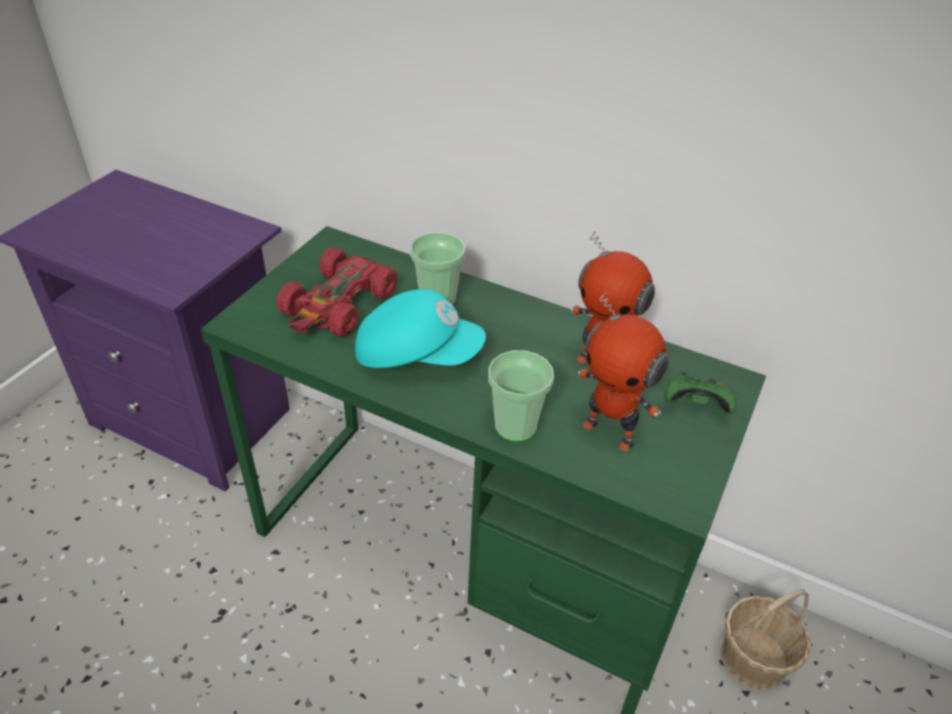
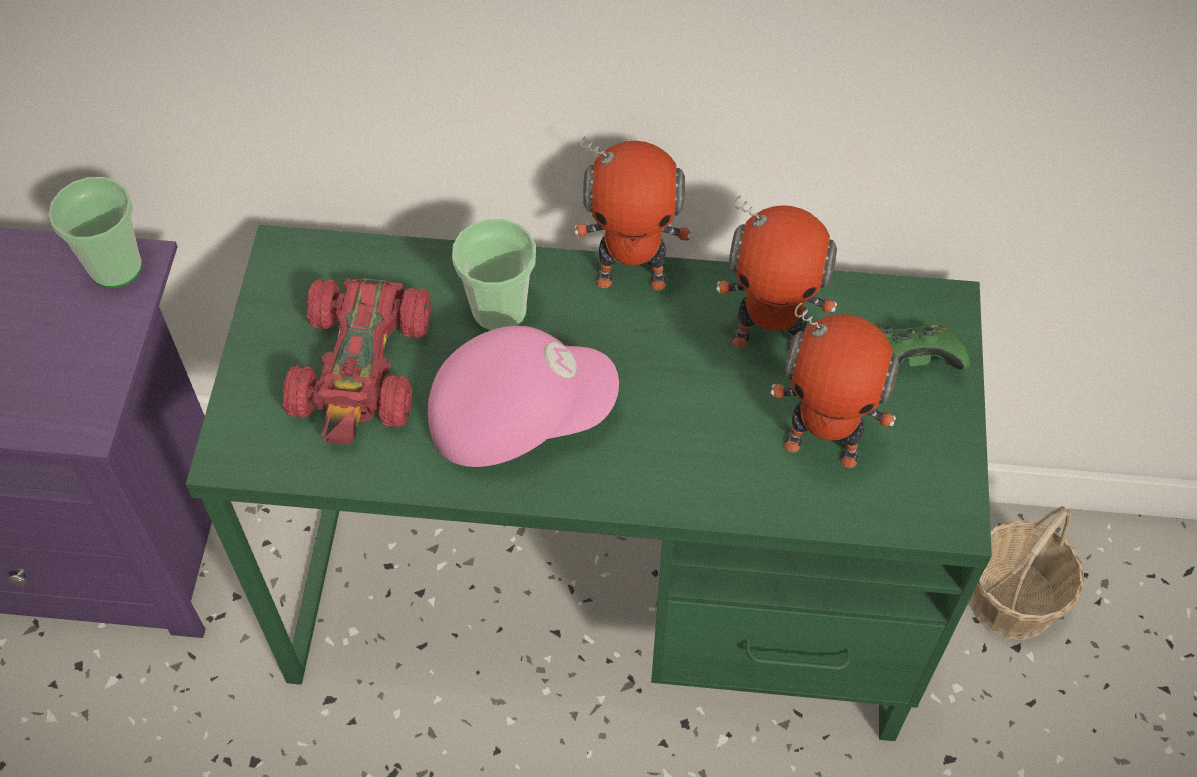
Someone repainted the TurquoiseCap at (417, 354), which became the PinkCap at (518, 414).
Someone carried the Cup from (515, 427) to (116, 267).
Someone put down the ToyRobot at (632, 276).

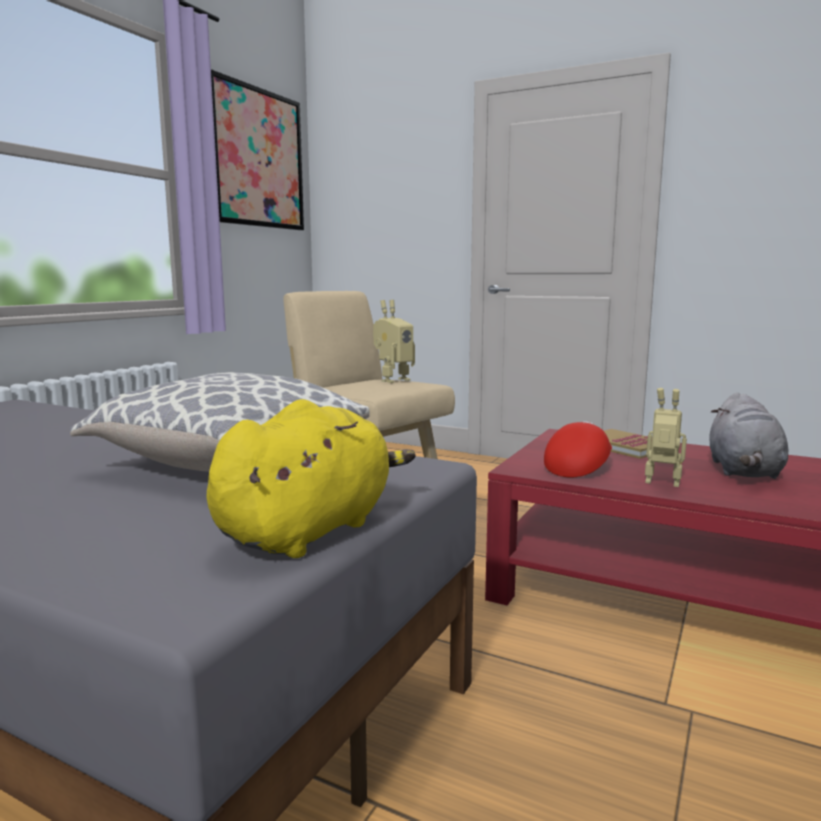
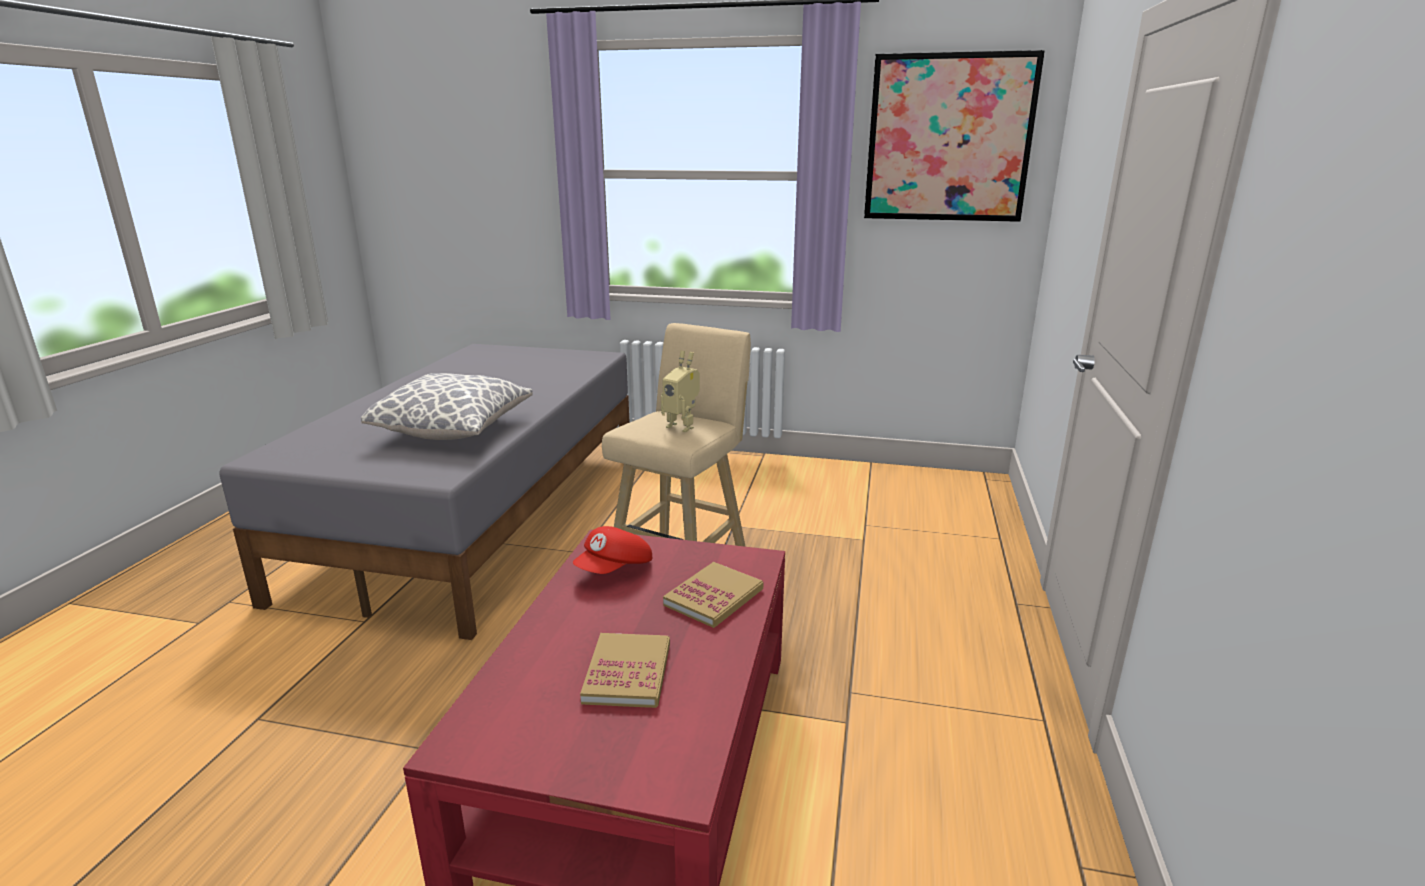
Someone took away the ToyRobot at (662, 484).
Someone swapped the GreyPlushToy at (743, 471) for the Book at (627, 673).
Someone took away the YellowPlushToy at (311, 530).
Someone rotated the RedCap at (578, 467) by 105 degrees clockwise.

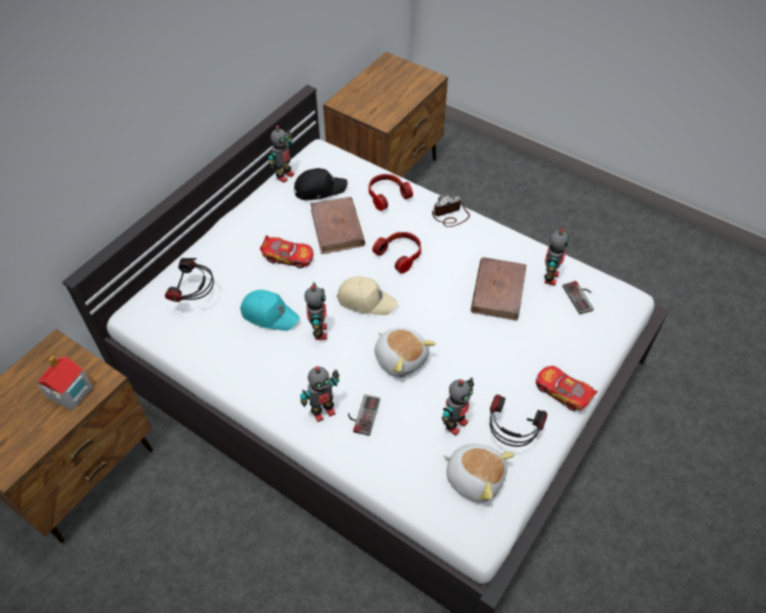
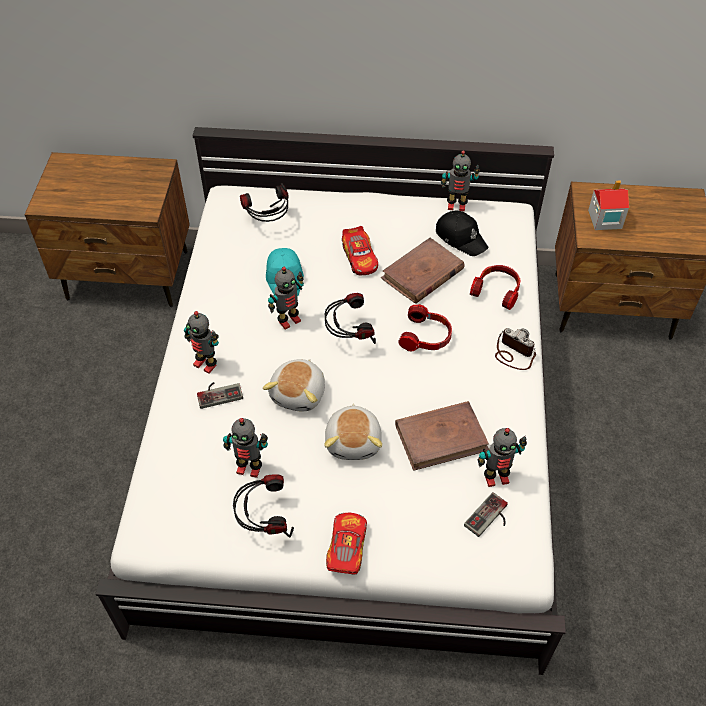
Someone swapped the BeigeCap at (366, 300) for the Headphones at (349, 336).
Someone carried the ToyHouse from (70, 393) to (604, 219).
Someone carried the PlushToy from (475, 477) to (354, 441).

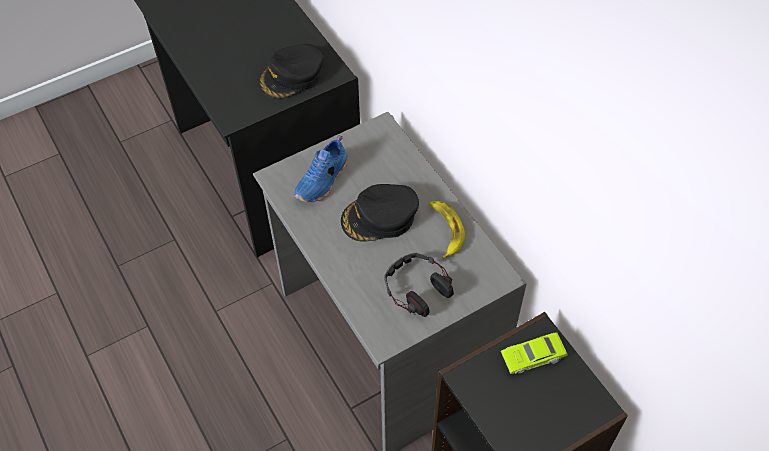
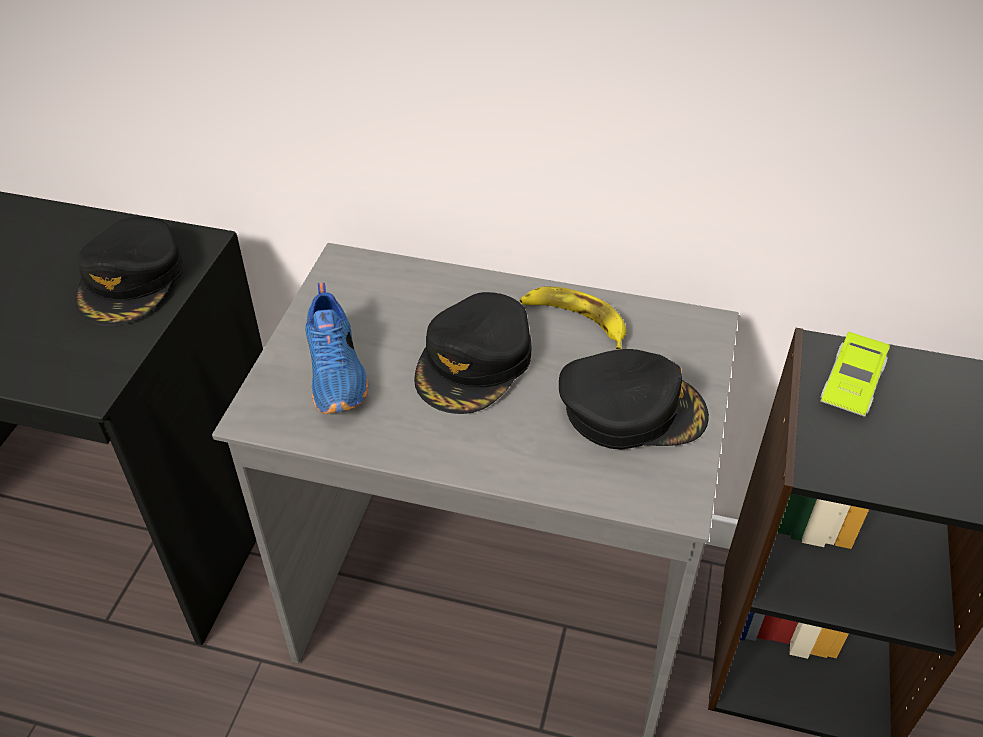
Someone swapped the Headphones at (417, 288) for the BlackCap at (632, 409).

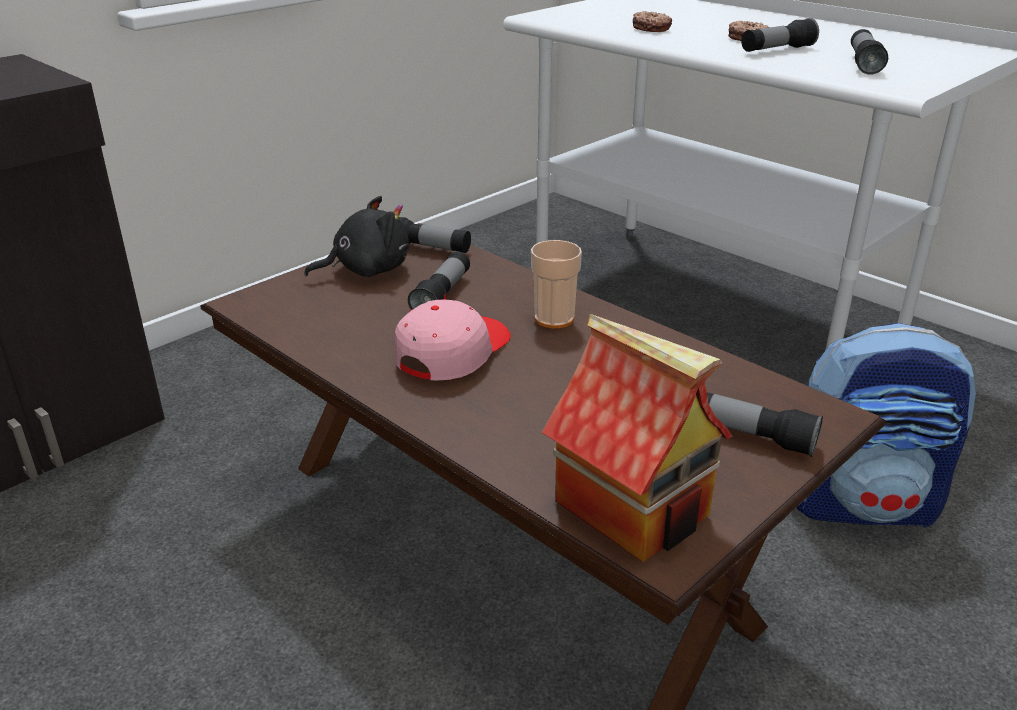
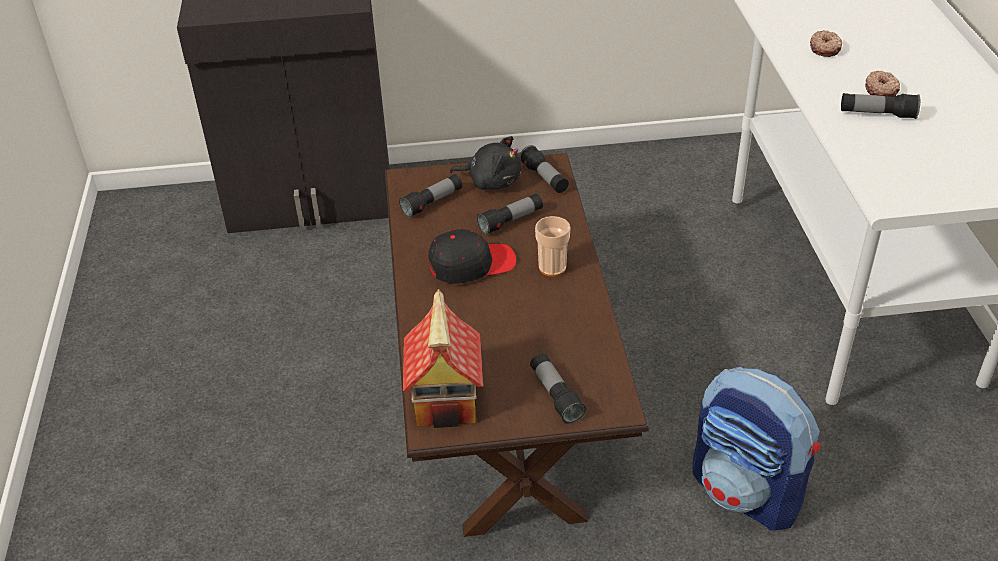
Someone carried the Flashlight from (864, 63) to (432, 203).
Someone repainted the PinkCap at (453, 352), which became the BlackCap at (471, 264).

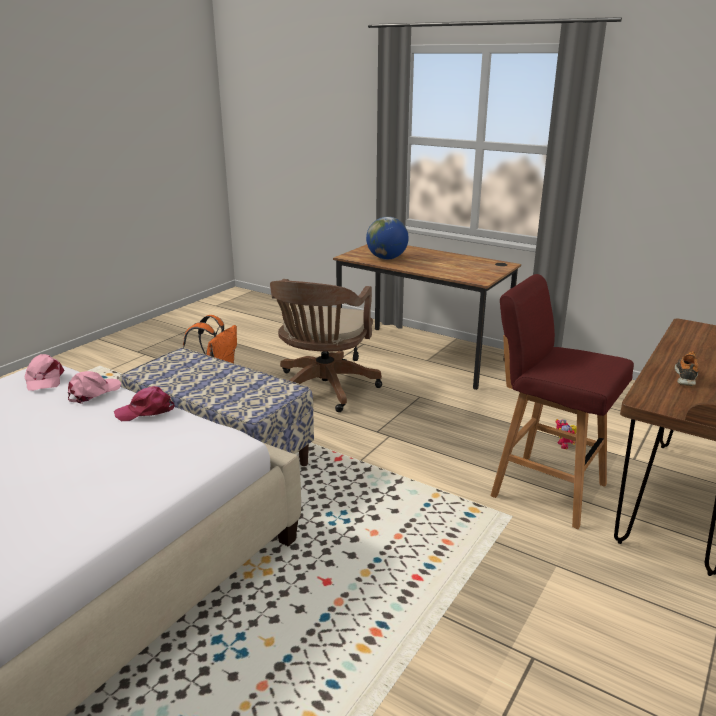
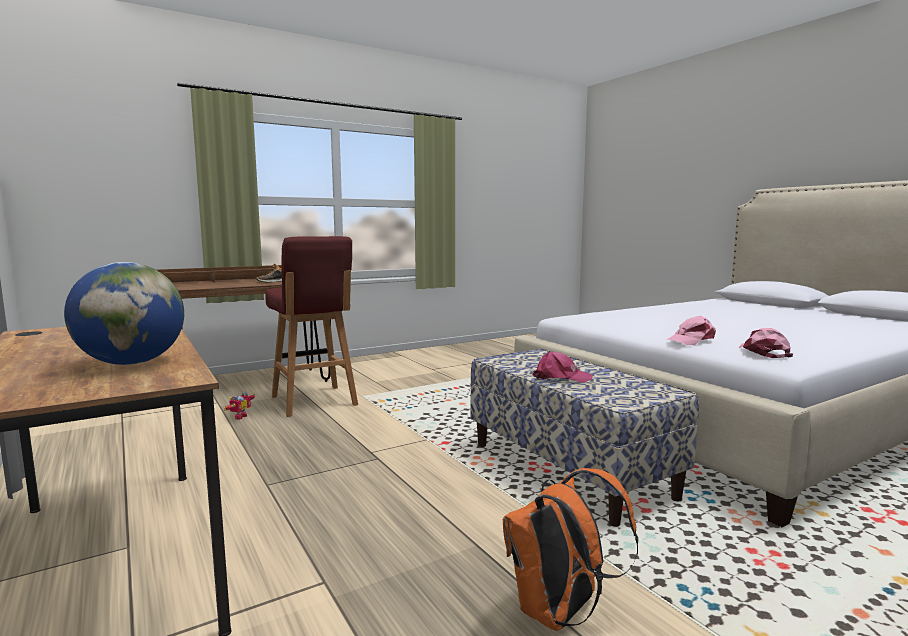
Someone took away the BrownOfficeChair at (323, 389).
Someone carried the PinkCap from (146, 411) to (561, 377).

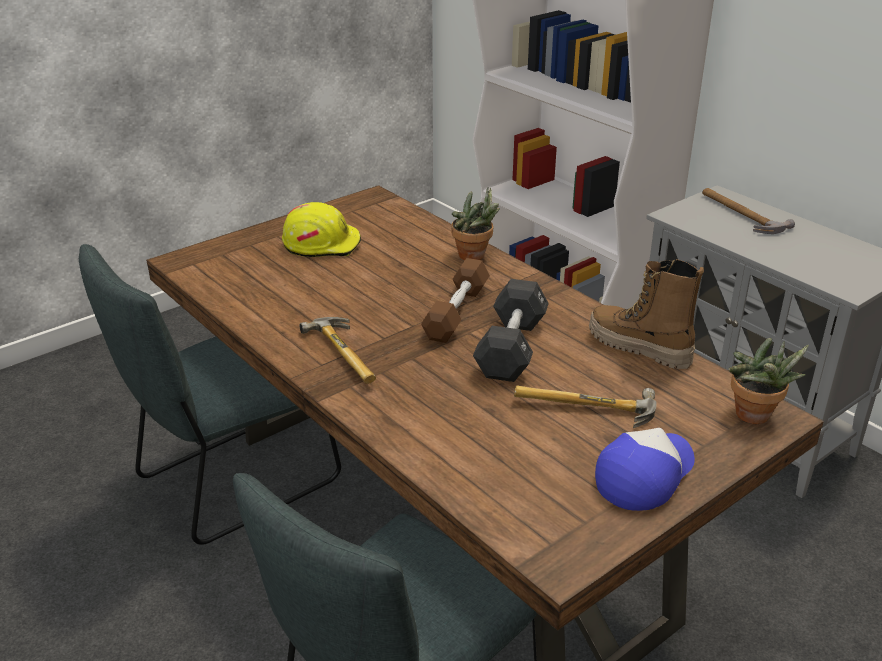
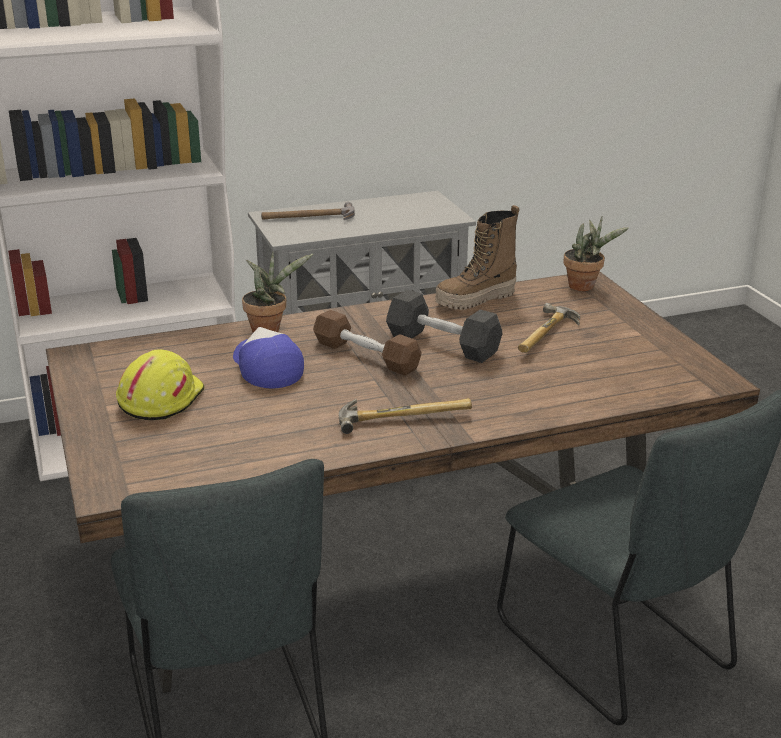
Someone carried the Cap from (644, 475) to (266, 368).

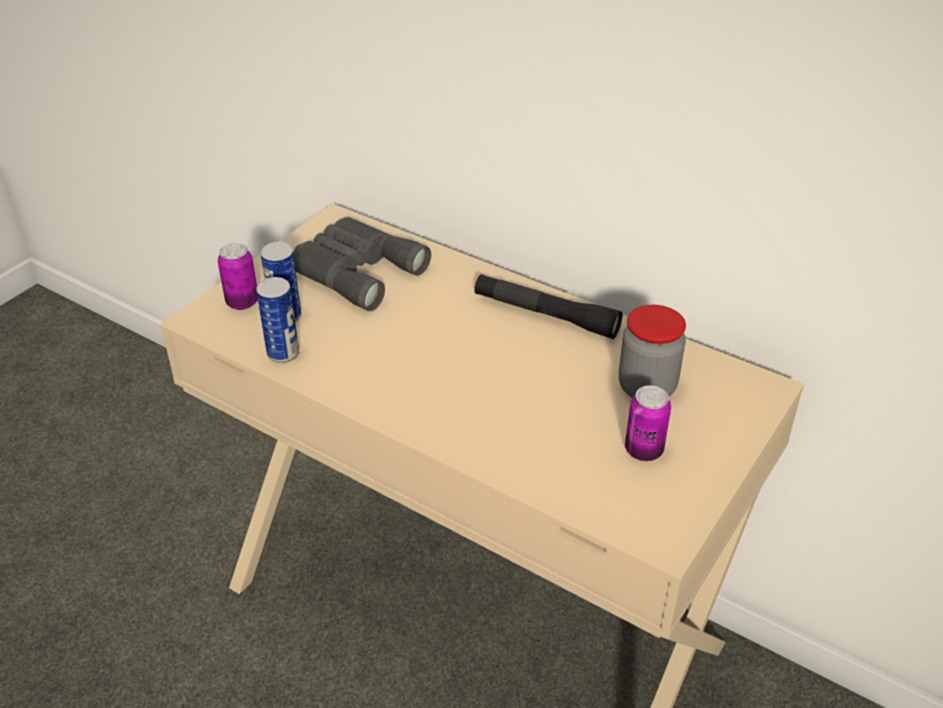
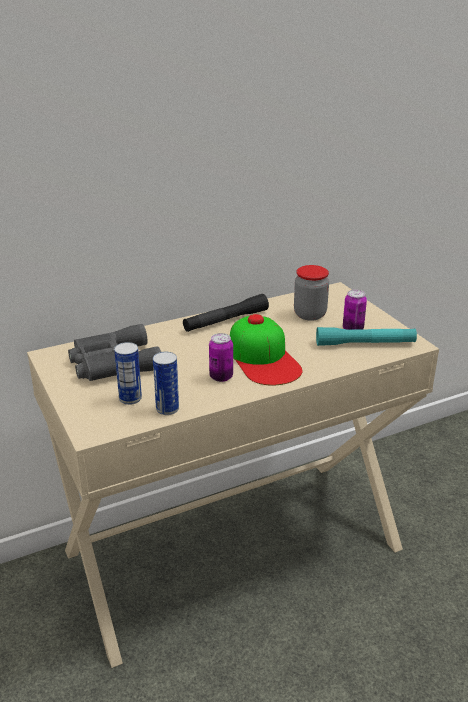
Someone carried the Can from (242, 302) to (221, 377).
Someone put down the Cap at (263, 358).
Someone put down the TurquoiseFlashlight at (365, 343).

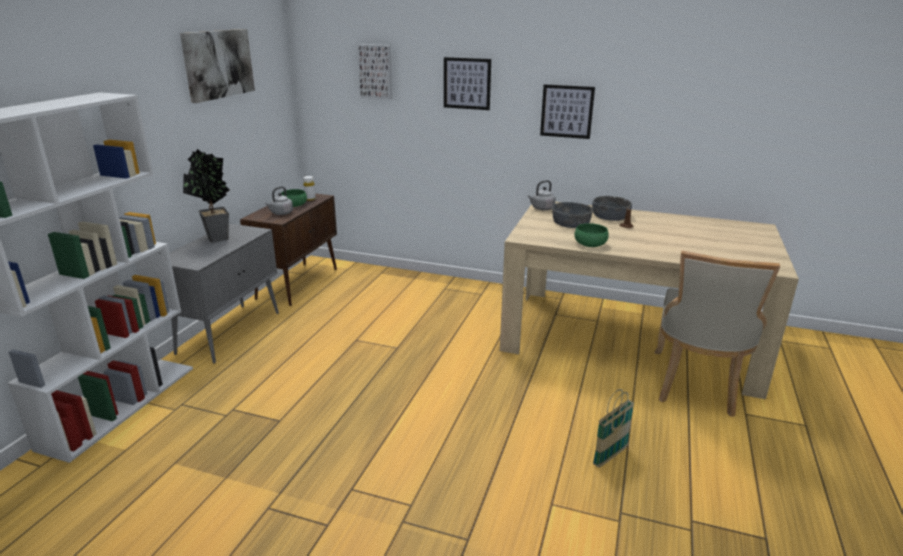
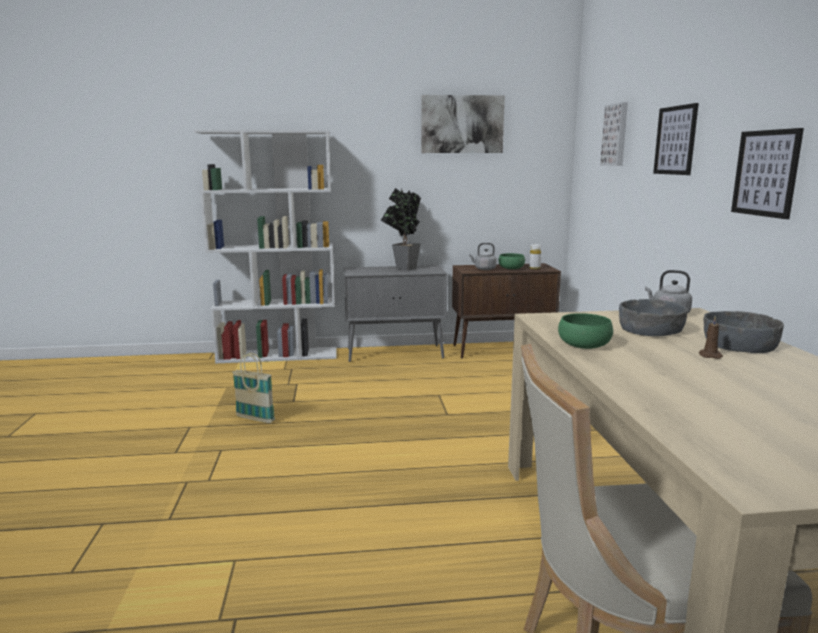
Someone carried the Basket from (610, 456) to (255, 419).

